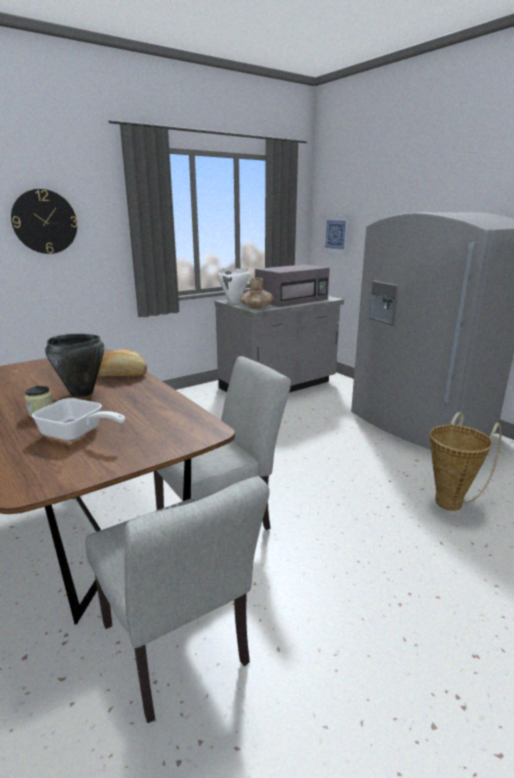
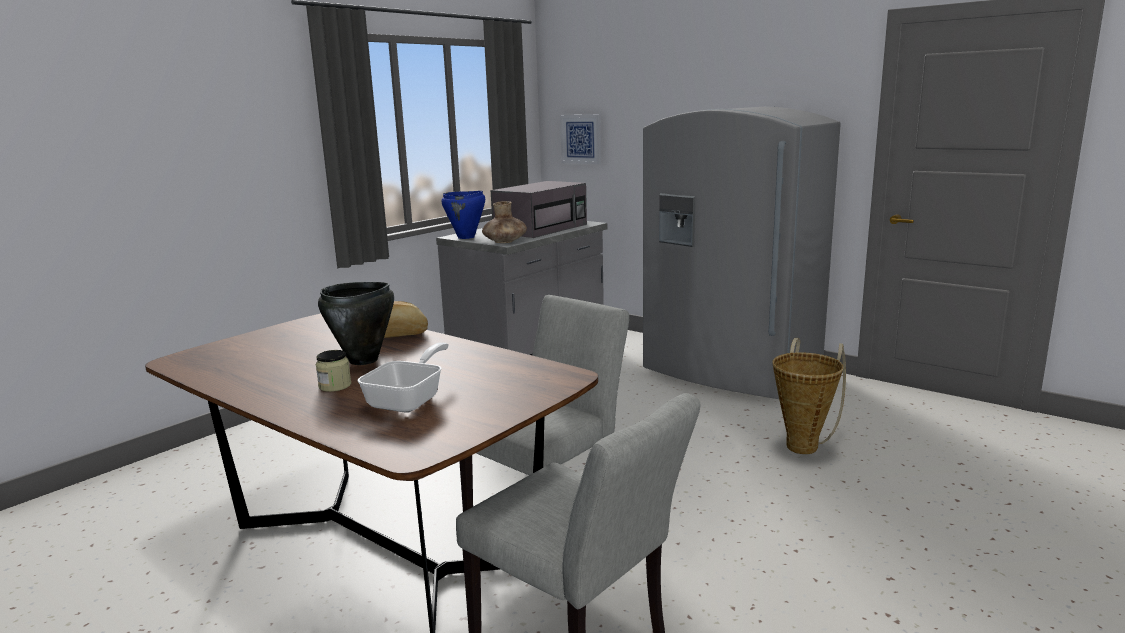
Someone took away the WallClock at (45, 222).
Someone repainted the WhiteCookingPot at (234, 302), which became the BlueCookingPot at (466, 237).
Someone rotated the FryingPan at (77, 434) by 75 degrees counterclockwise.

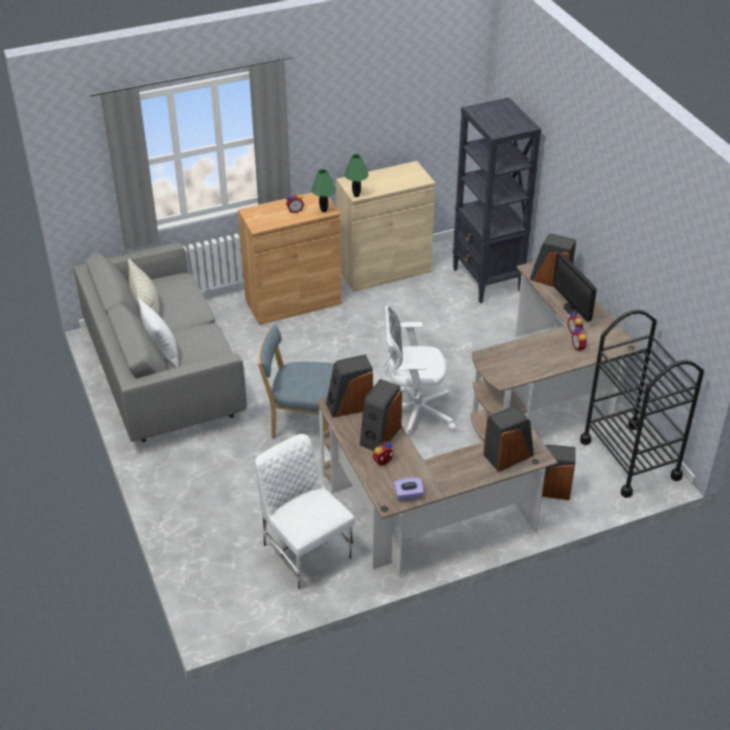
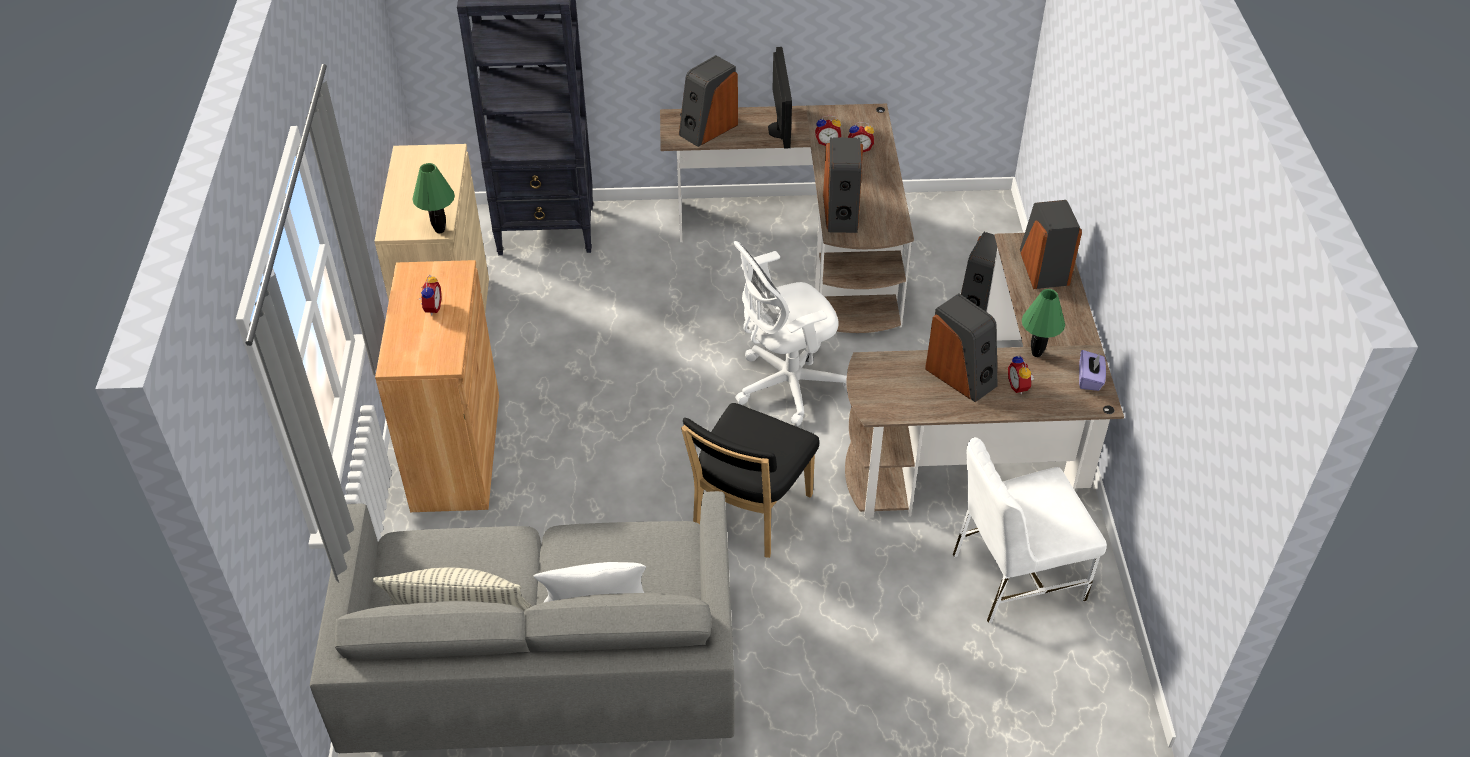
Someone carried the GreenTableLamp from (324, 210) to (1036, 353).
Someone rotated the Monitor at (572, 308) by 90 degrees counterclockwise.
Someone rotated the WhiteOfficeChair at (413, 413) by 45 degrees clockwise.
Someone took away the BlackCart at (630, 459).
Someone repainted the BlueChair at (301, 422), which became the BlackChair at (749, 514).
Someone carried the Speaker from (349, 405) to (841, 213).

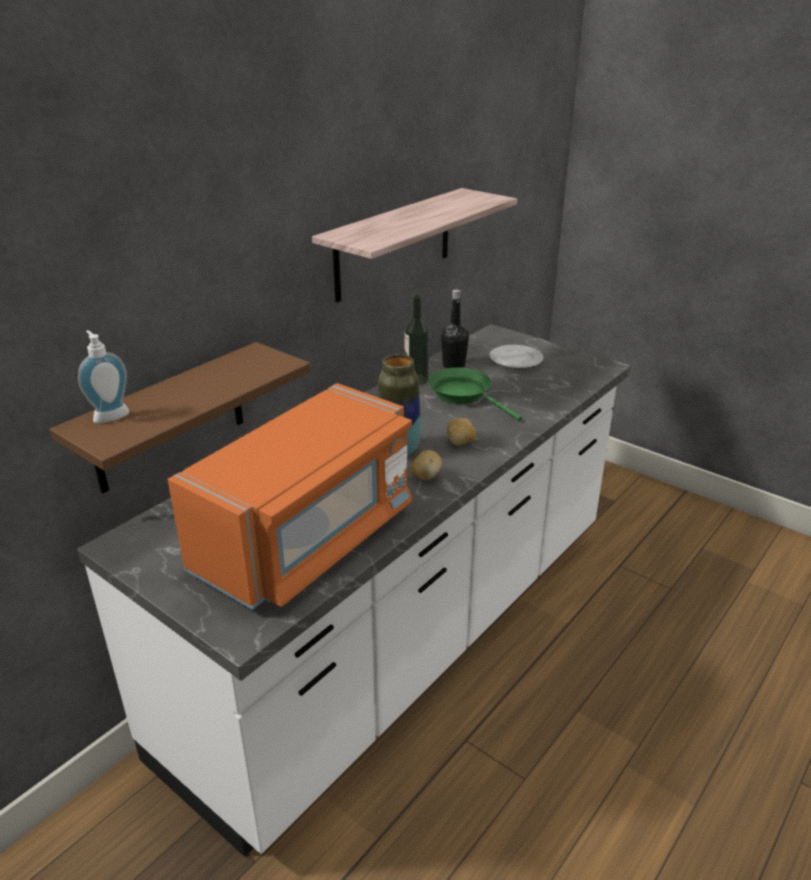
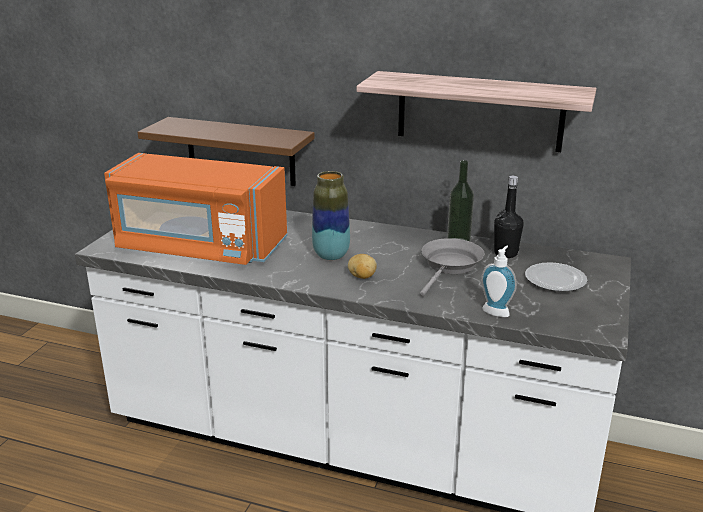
Someone carried the SoapDispenser from (110, 415) to (497, 311).
Someone repainted the GreenFryingPan at (464, 395), which became the GreyFryingPan at (450, 266).
Someone took away the Potato at (426, 476).

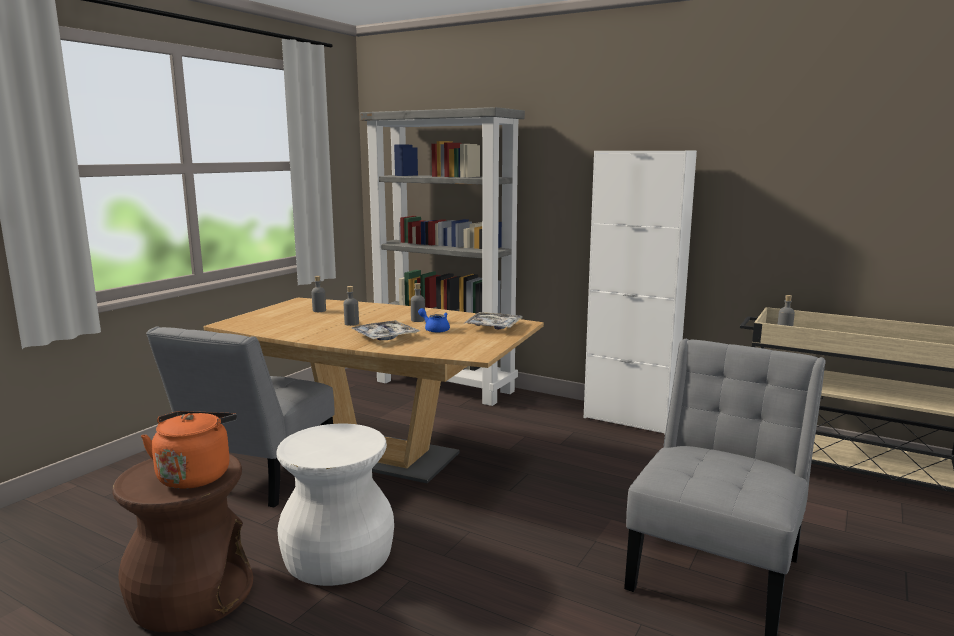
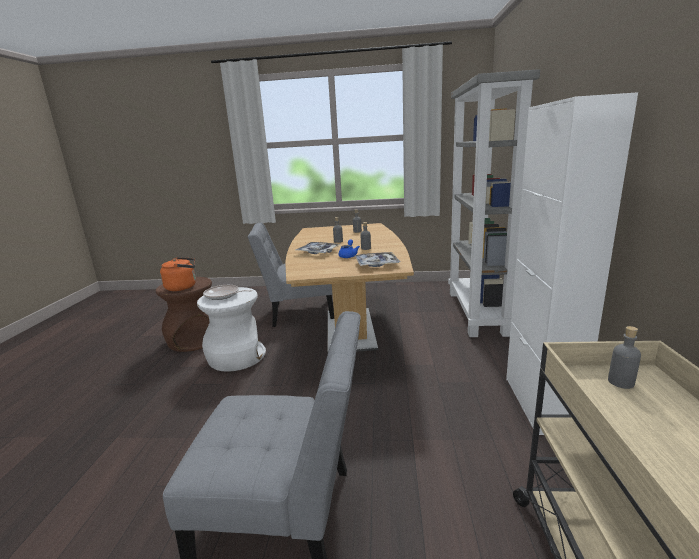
Someone put down the FryingPan at (223, 295).

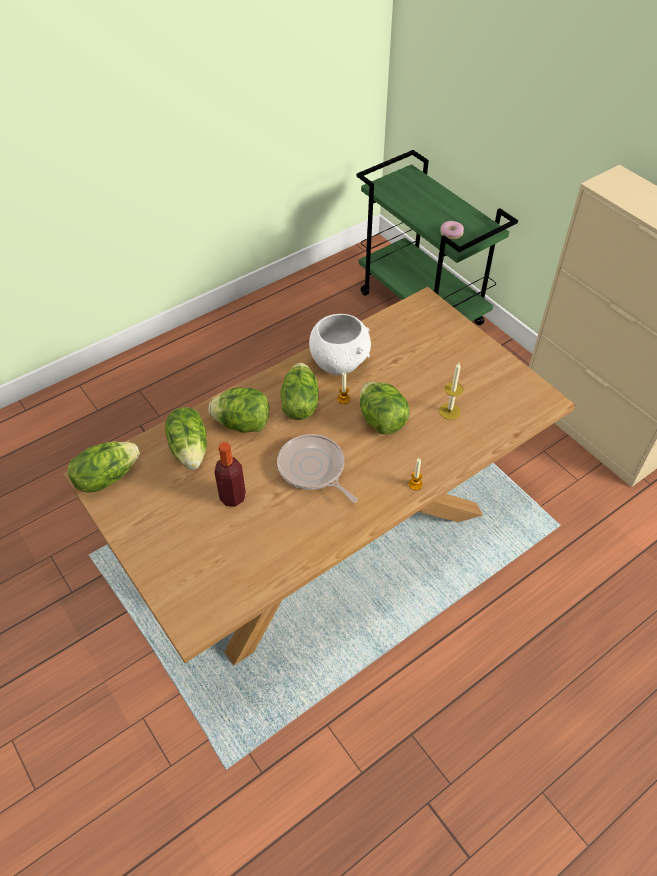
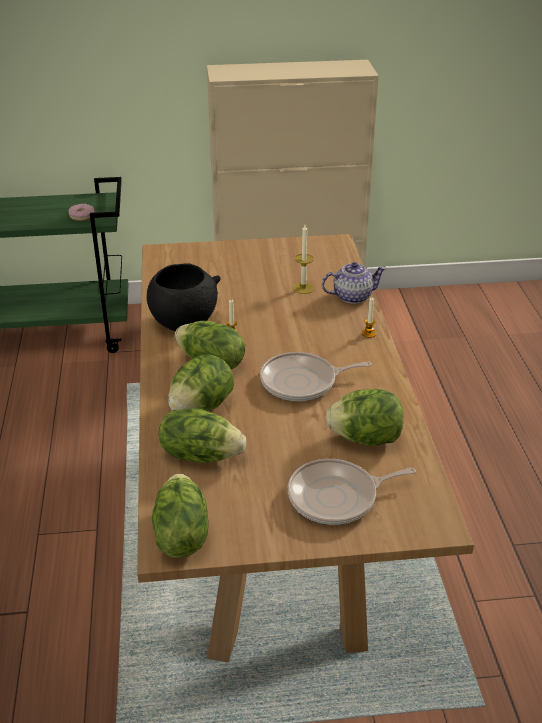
Someone repainted the WhiteBowl at (339, 363), which became the BlackBowl at (184, 322).
Someone carried the Lettuce from (381, 421) to (365, 438).
Someone took away the Bottle at (233, 497).
Someone put down the Teapot at (352, 296).
Someone put down the FryingPan at (337, 497).

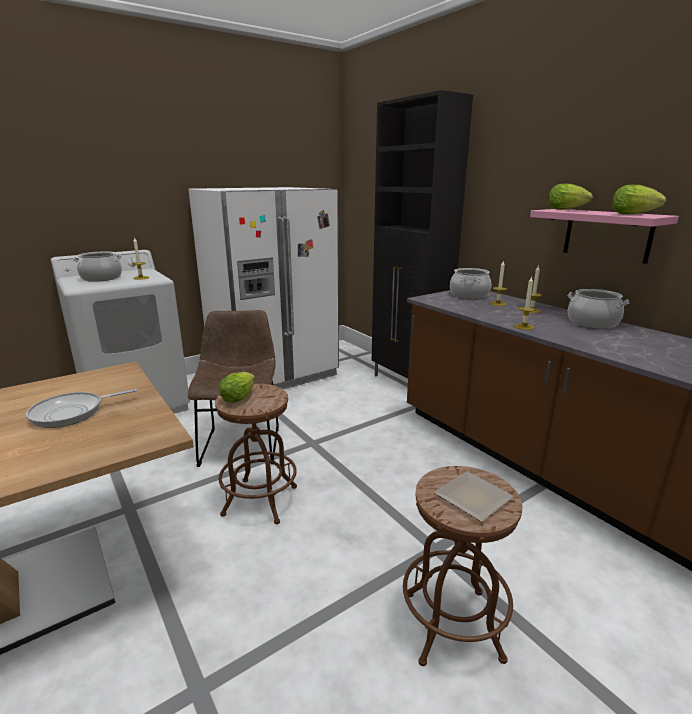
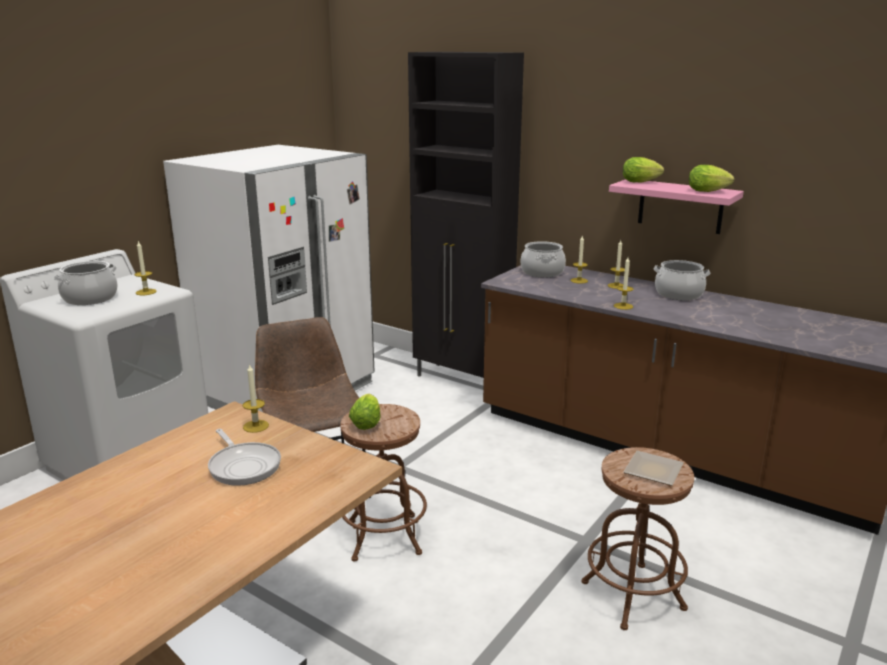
Someone rotated the FryingPan at (72, 413) by 75 degrees counterclockwise.
Someone put down the Candle at (256, 426).

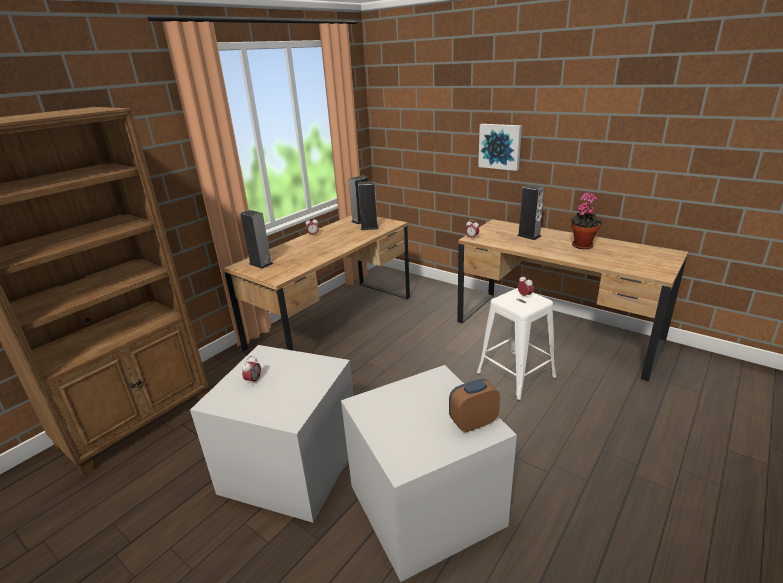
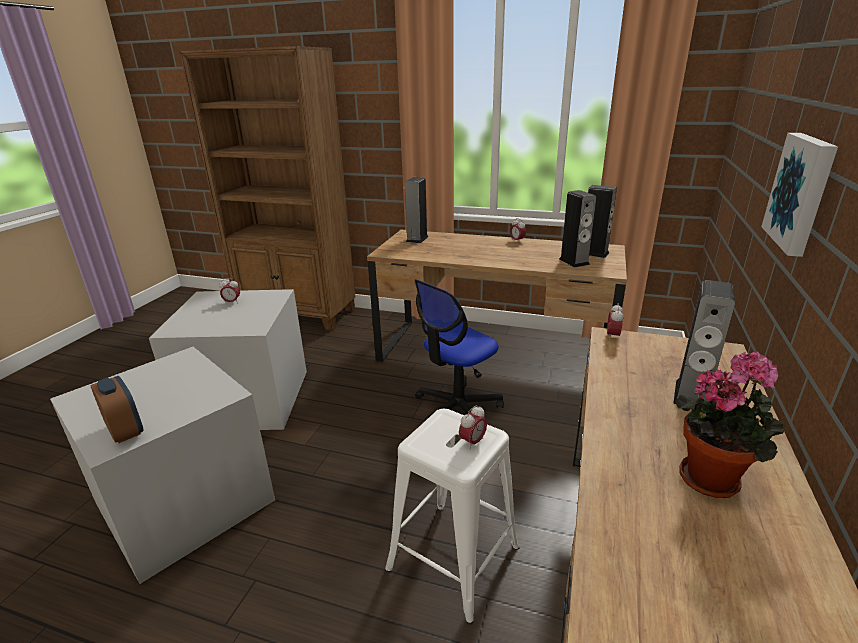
Someone put down the OfficeChair at (457, 410).

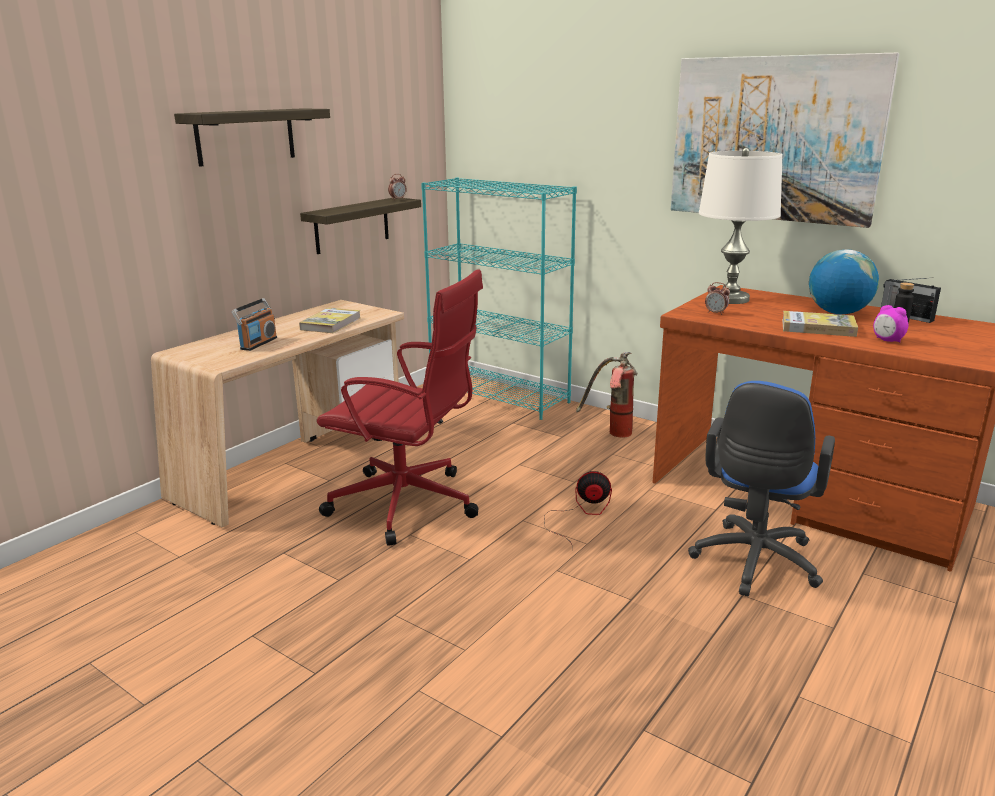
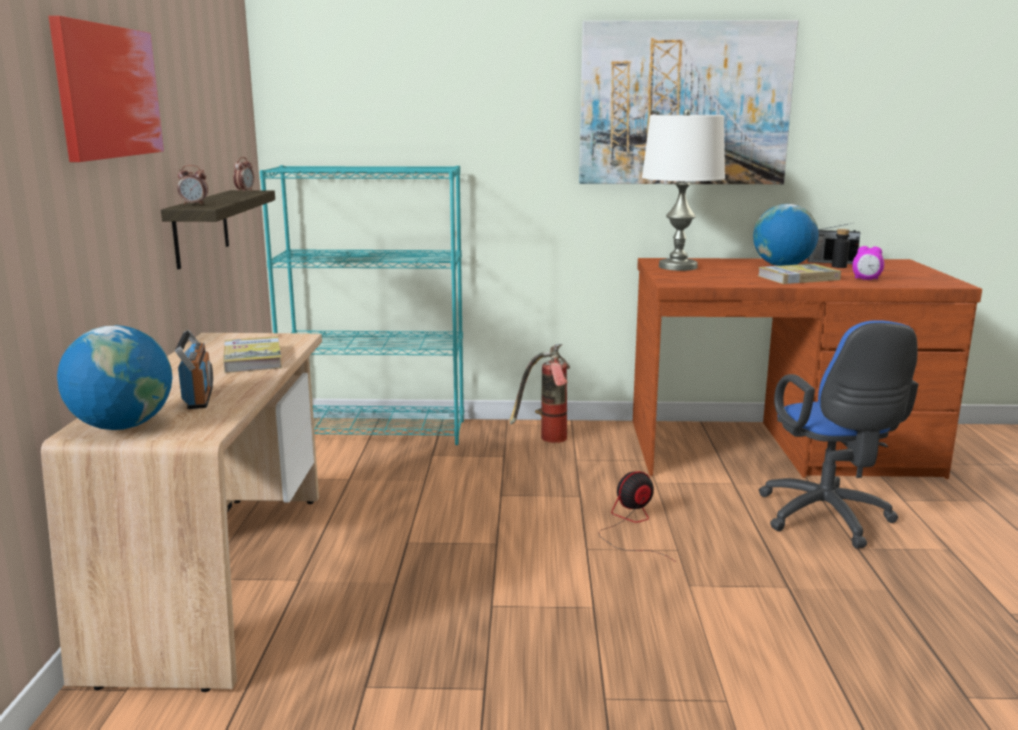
Someone swapped the Shelf at (245, 136) for the Picture at (108, 92).
Someone took away the RedOfficeChair at (408, 505).
Someone carried the AlarmClock from (716, 313) to (194, 204).
Someone put down the Globe at (123, 426).

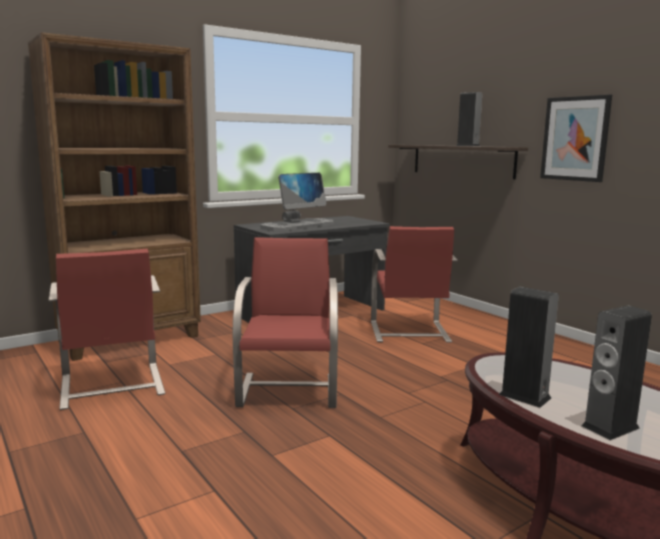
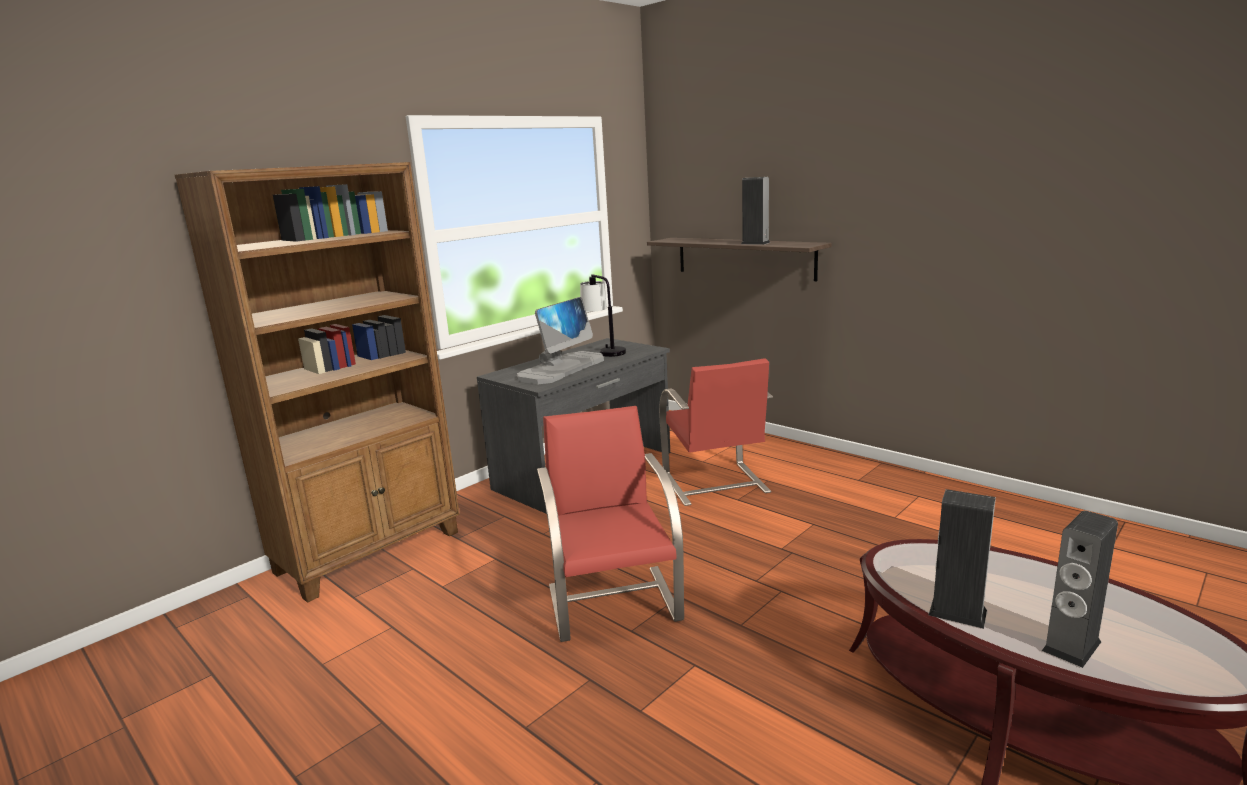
Someone took away the Picture at (575, 138).
Someone took away the RedChair at (111, 386).
Someone put down the TableLamp at (604, 351).

